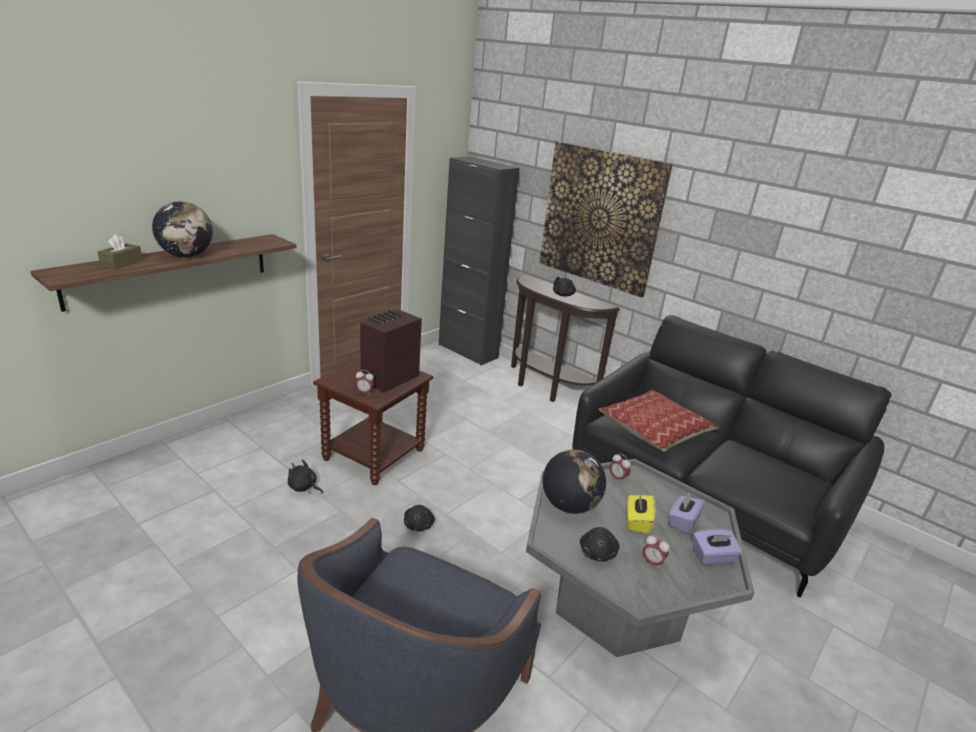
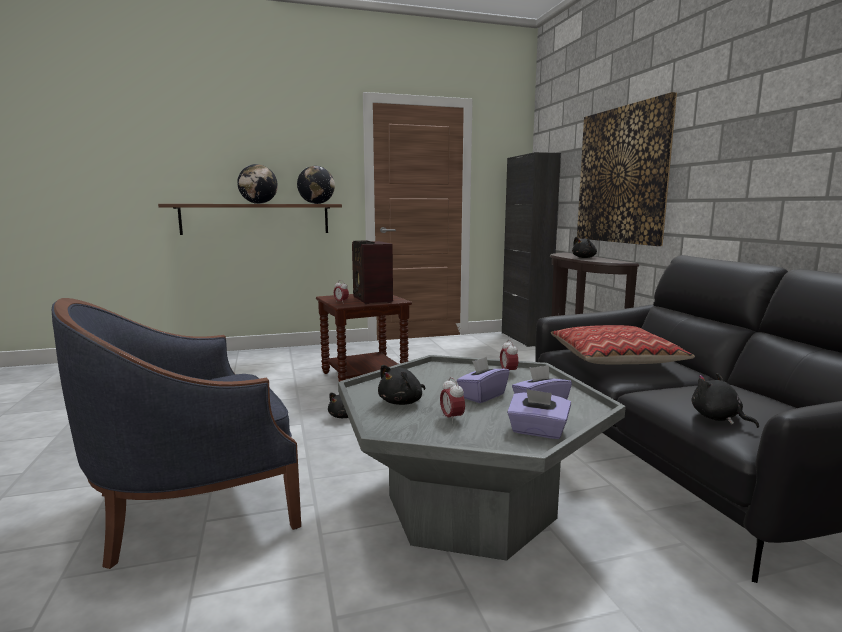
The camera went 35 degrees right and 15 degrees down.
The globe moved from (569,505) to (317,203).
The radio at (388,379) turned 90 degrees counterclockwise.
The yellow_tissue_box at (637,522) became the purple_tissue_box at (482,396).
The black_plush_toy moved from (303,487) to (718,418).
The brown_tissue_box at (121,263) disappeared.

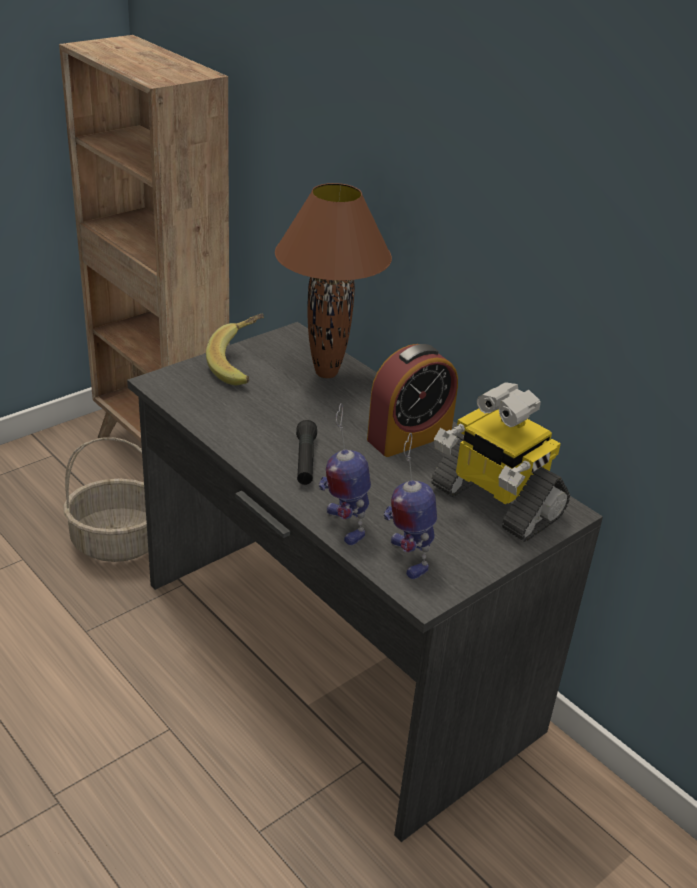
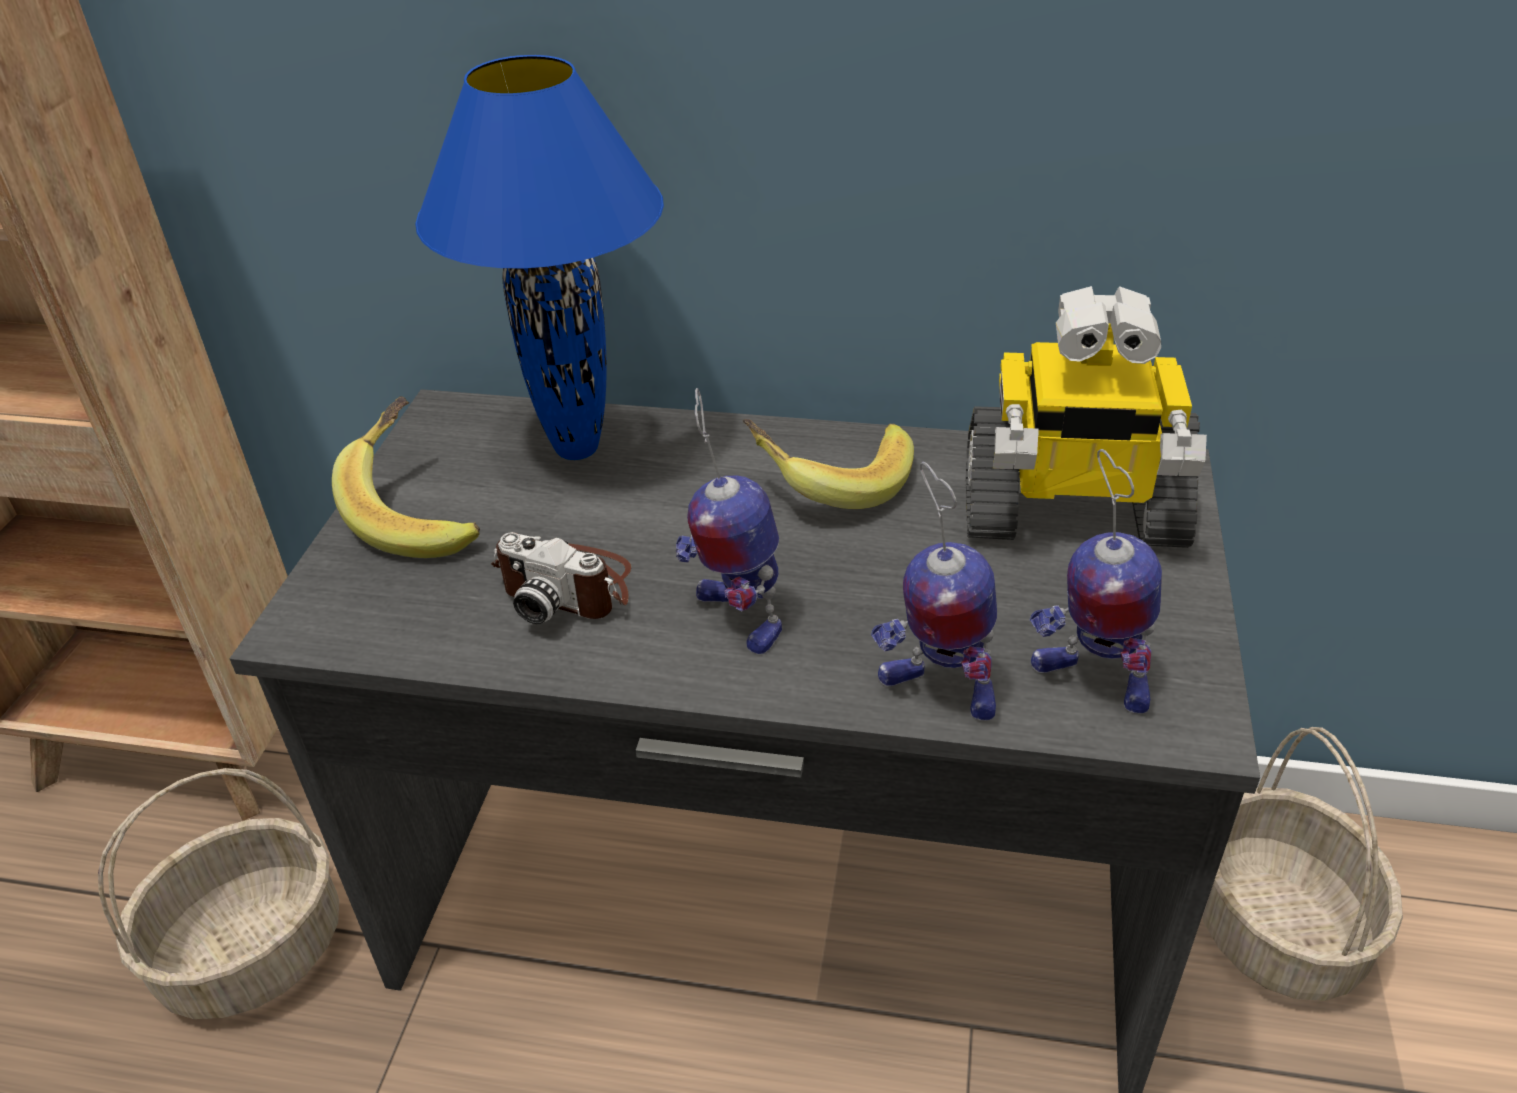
The camera went 35 degrees left and 5 degrees up.
The brown_table_lamp at (326,372) became the blue_table_lamp at (575,448).
The photo_camera at (568,586) appeared.
The black_flashlight at (305,461) was replaced by the toy_robot at (736,617).
The alarm_clock at (409,437) was replaced by the banana at (830,481).
The basket at (1279,930) appeared.

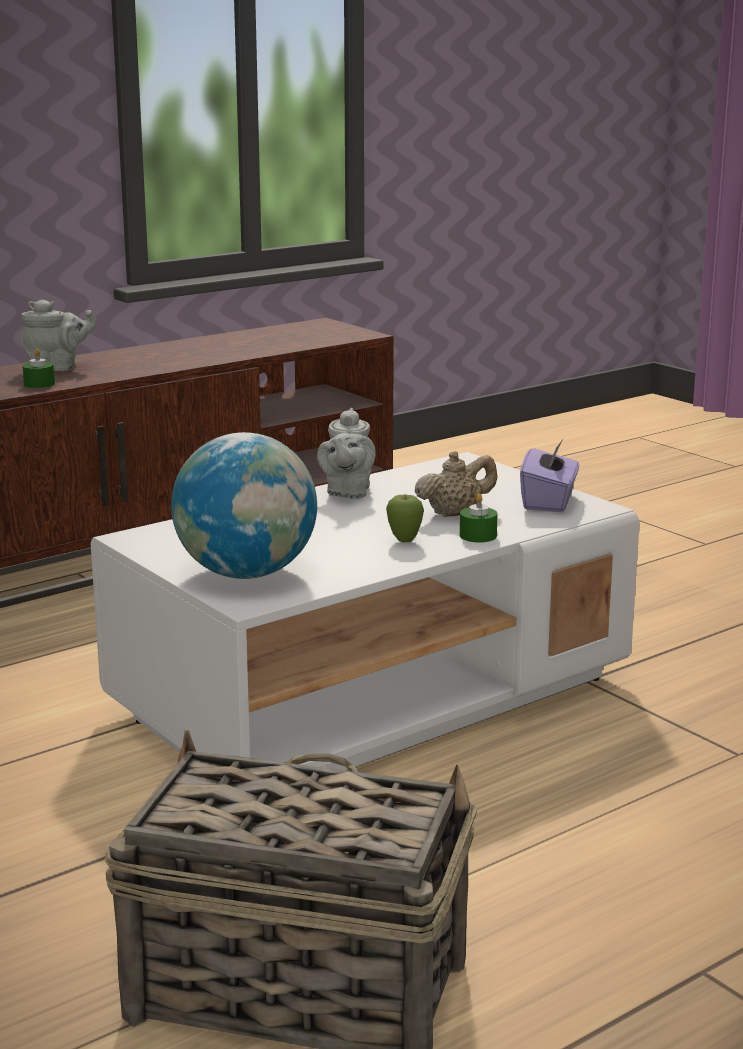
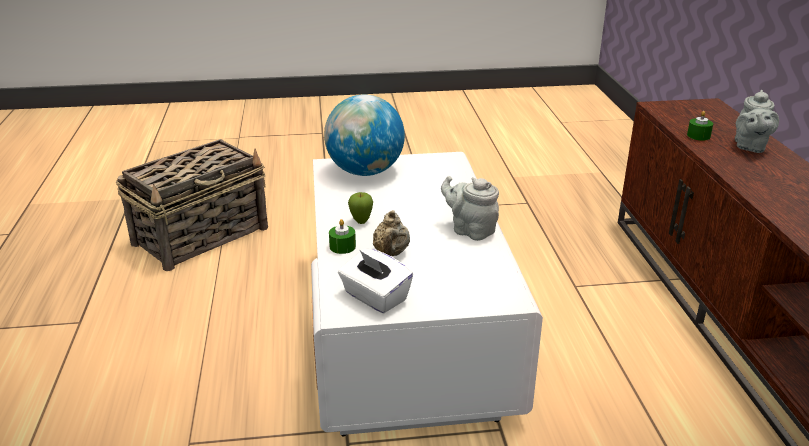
The camera went 120 degrees right and 10 degrees up.
The purple_tissue_box at (549,502) became the white_tissue_box at (375,297).

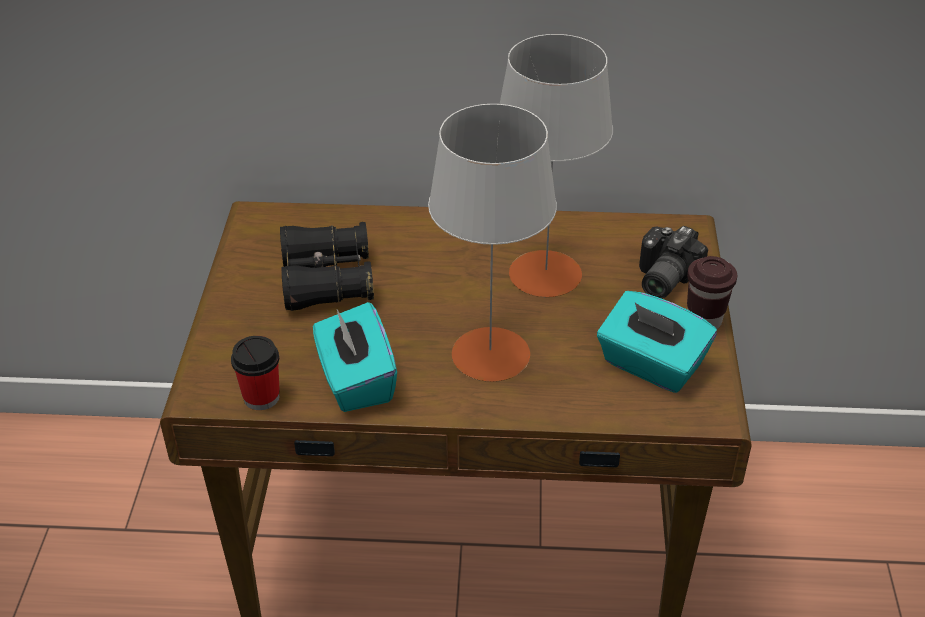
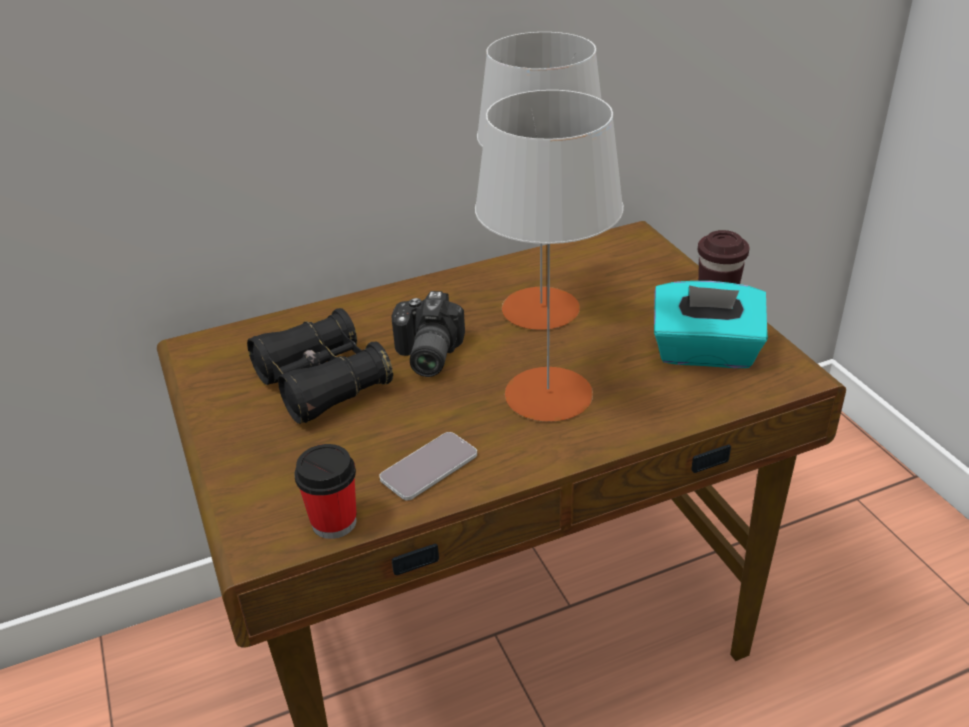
The camera went 25 degrees left and 5 degrees down.
The turquoise_tissue_box at (356,380) was replaced by the phone at (429,467).
The photo_camera moved from (661,278) to (425,355).

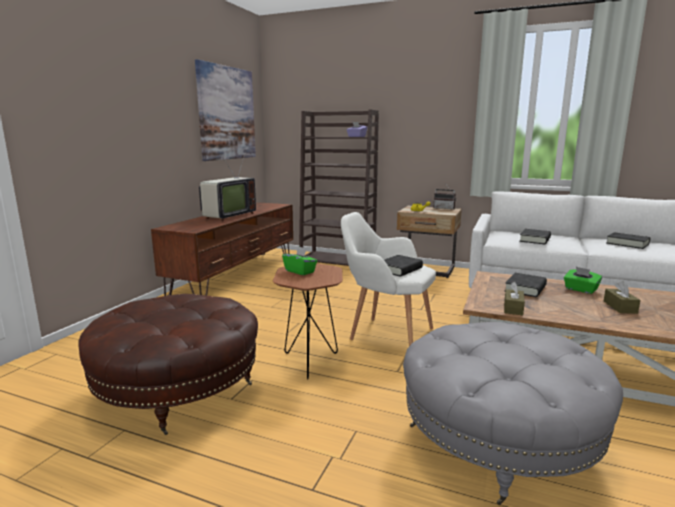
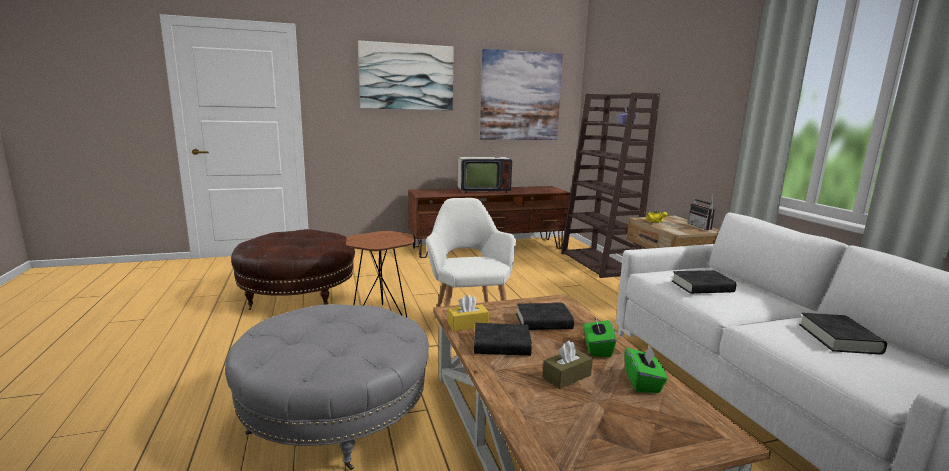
The camera went 50 degrees right and 0 degrees up.
The picture at (407,77) appeared.
The brown_tissue_box at (513,308) became the yellow_tissue_box at (468,324).
The black_book moved from (399,269) to (501,345).
The green_tissue_box moved from (300,271) to (643,382).

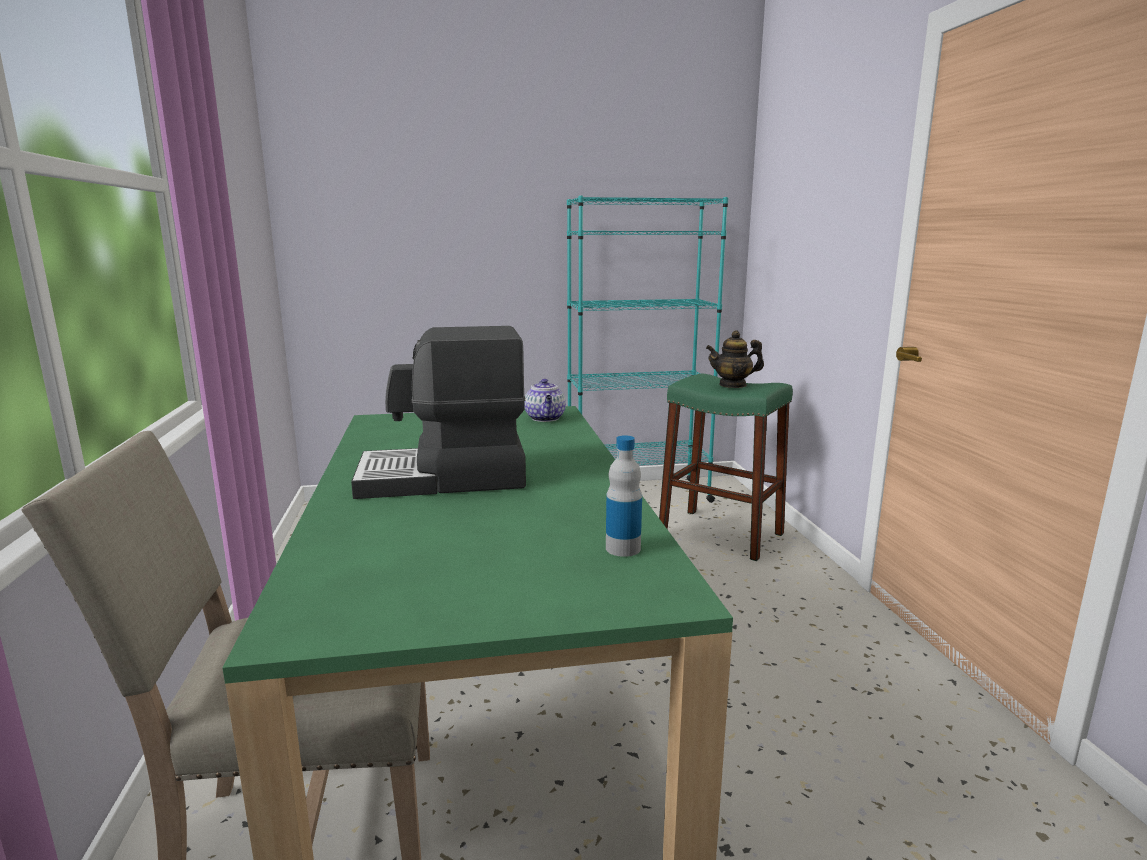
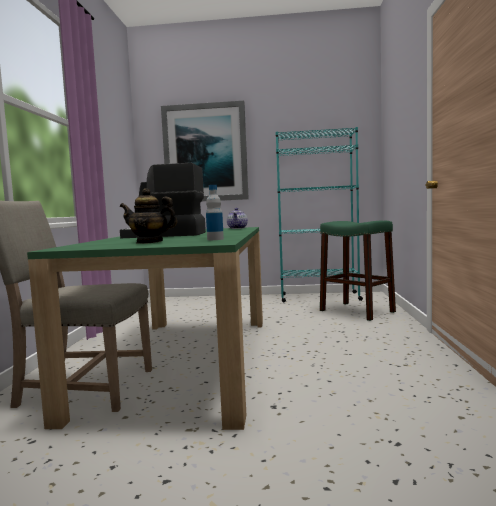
The camera went 15 degrees right and 10 degrees down.
The teapot moved from (733,385) to (149,242).
The picture at (205,153) appeared.

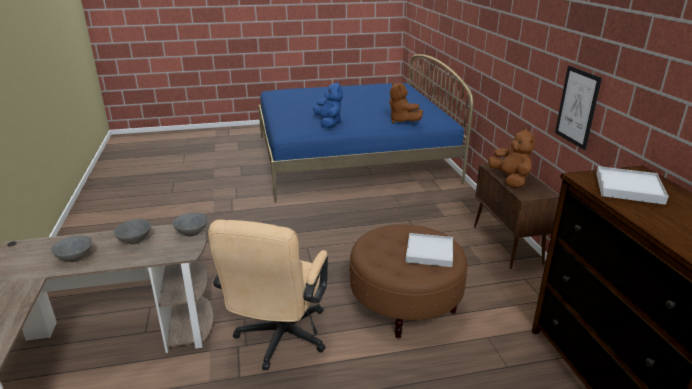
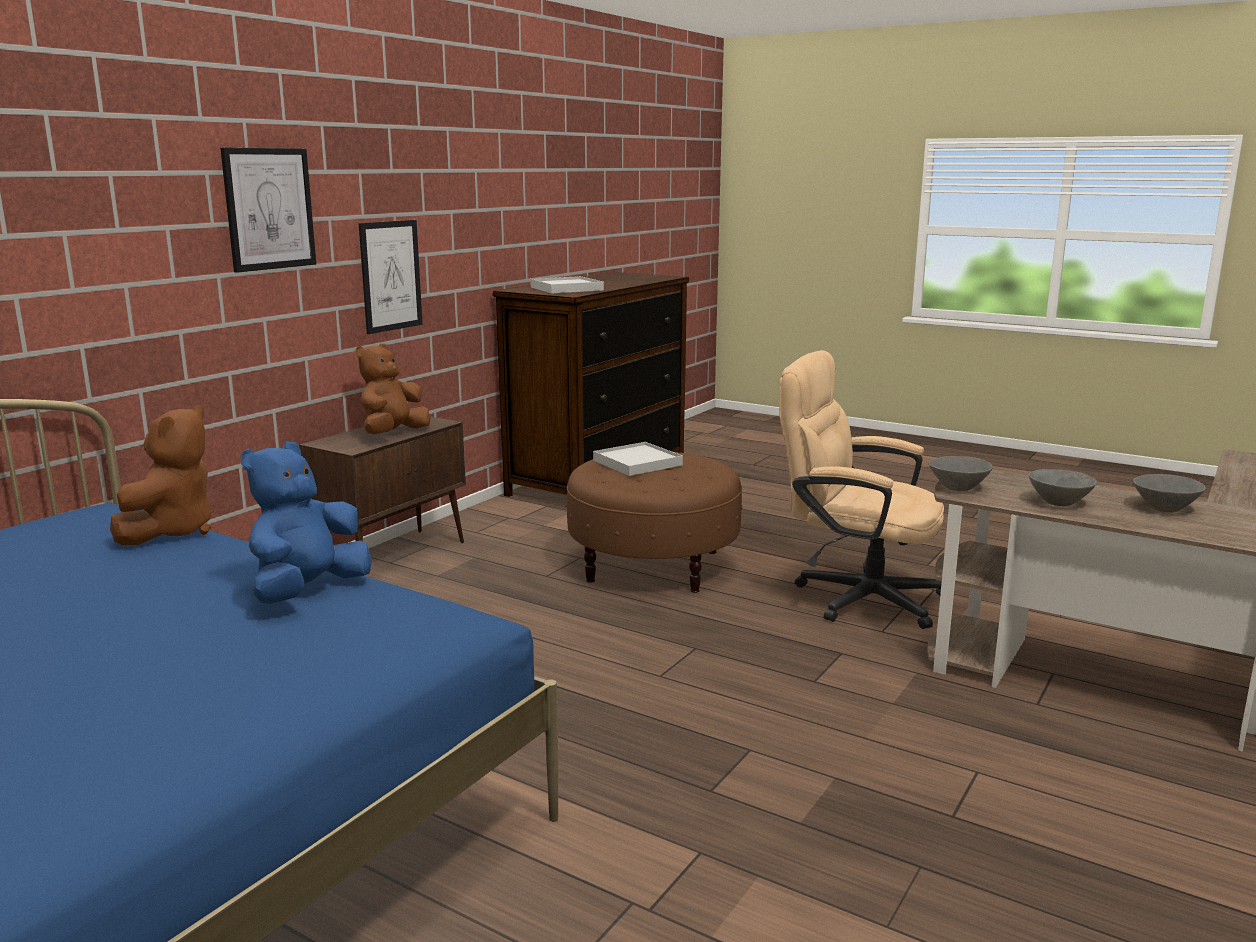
The camera went 135 degrees left and 10 degrees down.
The picture at (269,209) appeared.
The beige_office_chair at (279,341) turned 120 degrees counterclockwise.

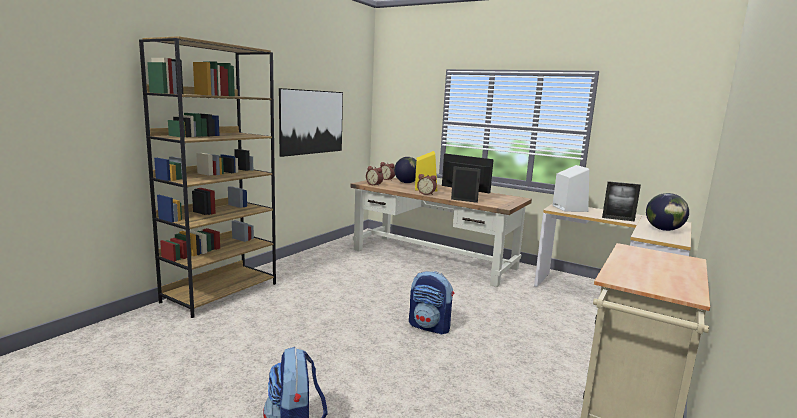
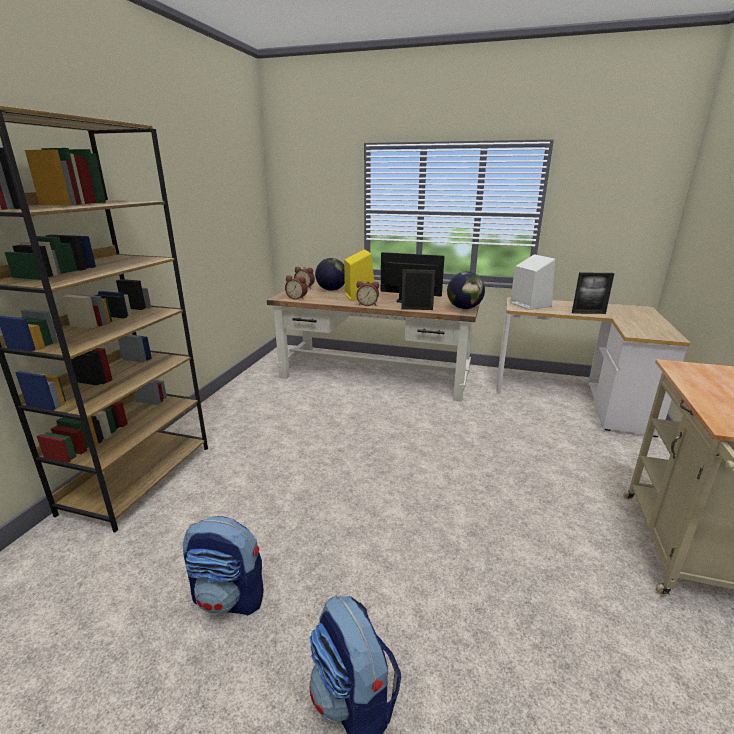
The camera went 15 degrees left and 10 degrees up.
The backpack moved from (430,327) to (230,598).
The globe moved from (664,230) to (464,308).
The picture at (312,122) disappeared.

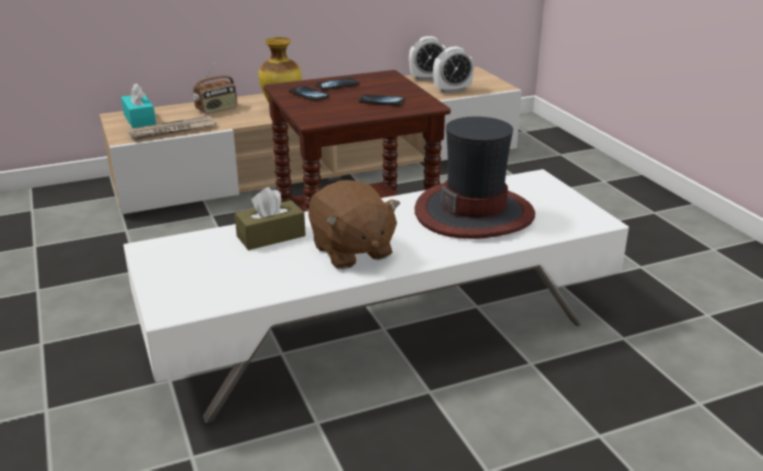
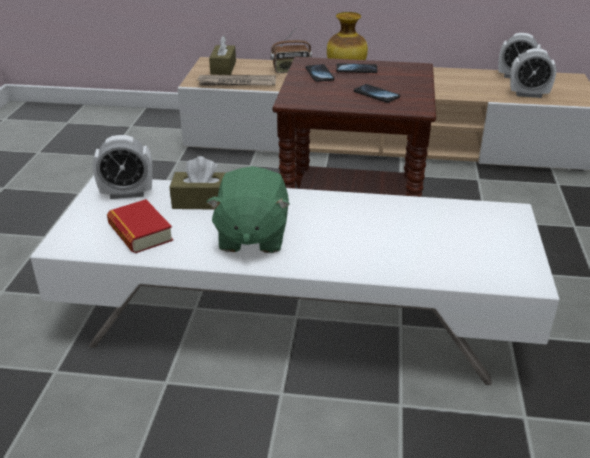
The camera went 30 degrees right and 5 degrees up.
The alarm_clock at (127,193) appeared.
The book at (140,232) appeared.
The brown_plush_toy at (351,251) became the green_plush_toy at (251,236).
The turquoise_tissue_box at (139,119) became the brown_tissue_box at (223,68).
The hat at (474,213) disappeared.

